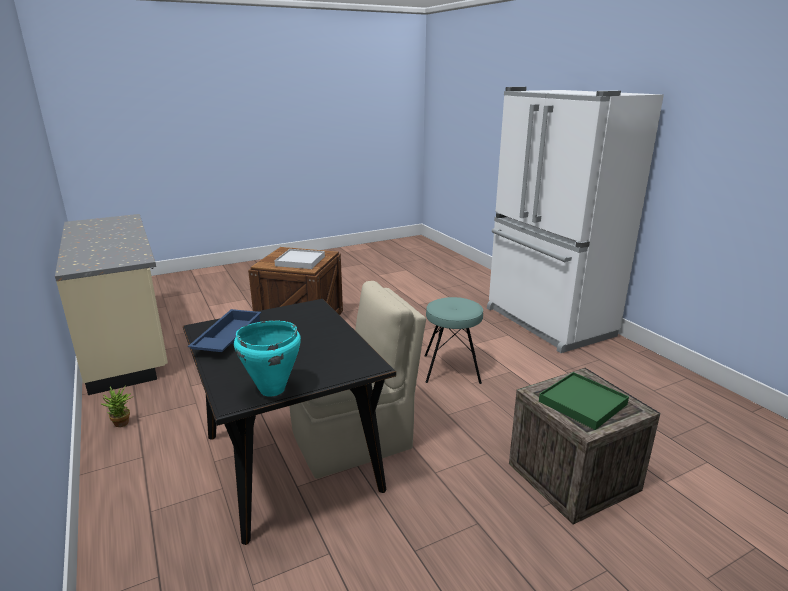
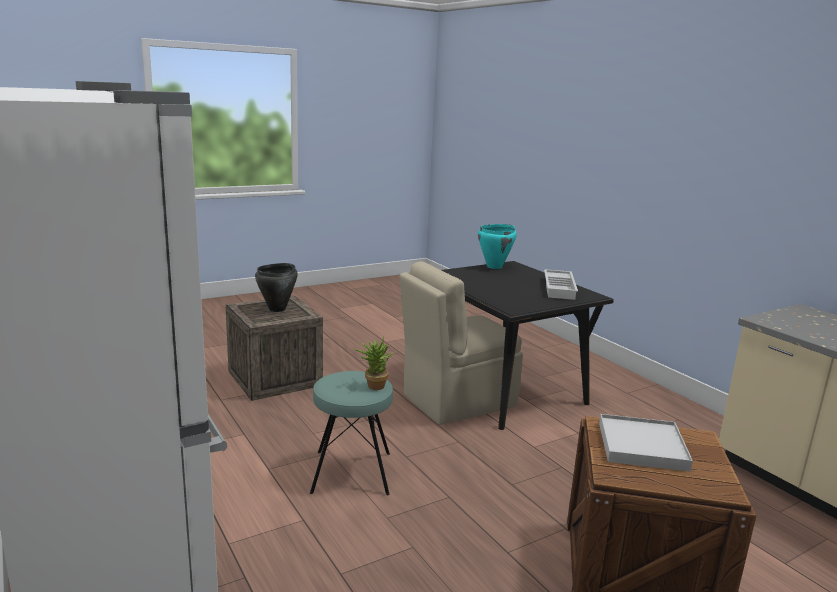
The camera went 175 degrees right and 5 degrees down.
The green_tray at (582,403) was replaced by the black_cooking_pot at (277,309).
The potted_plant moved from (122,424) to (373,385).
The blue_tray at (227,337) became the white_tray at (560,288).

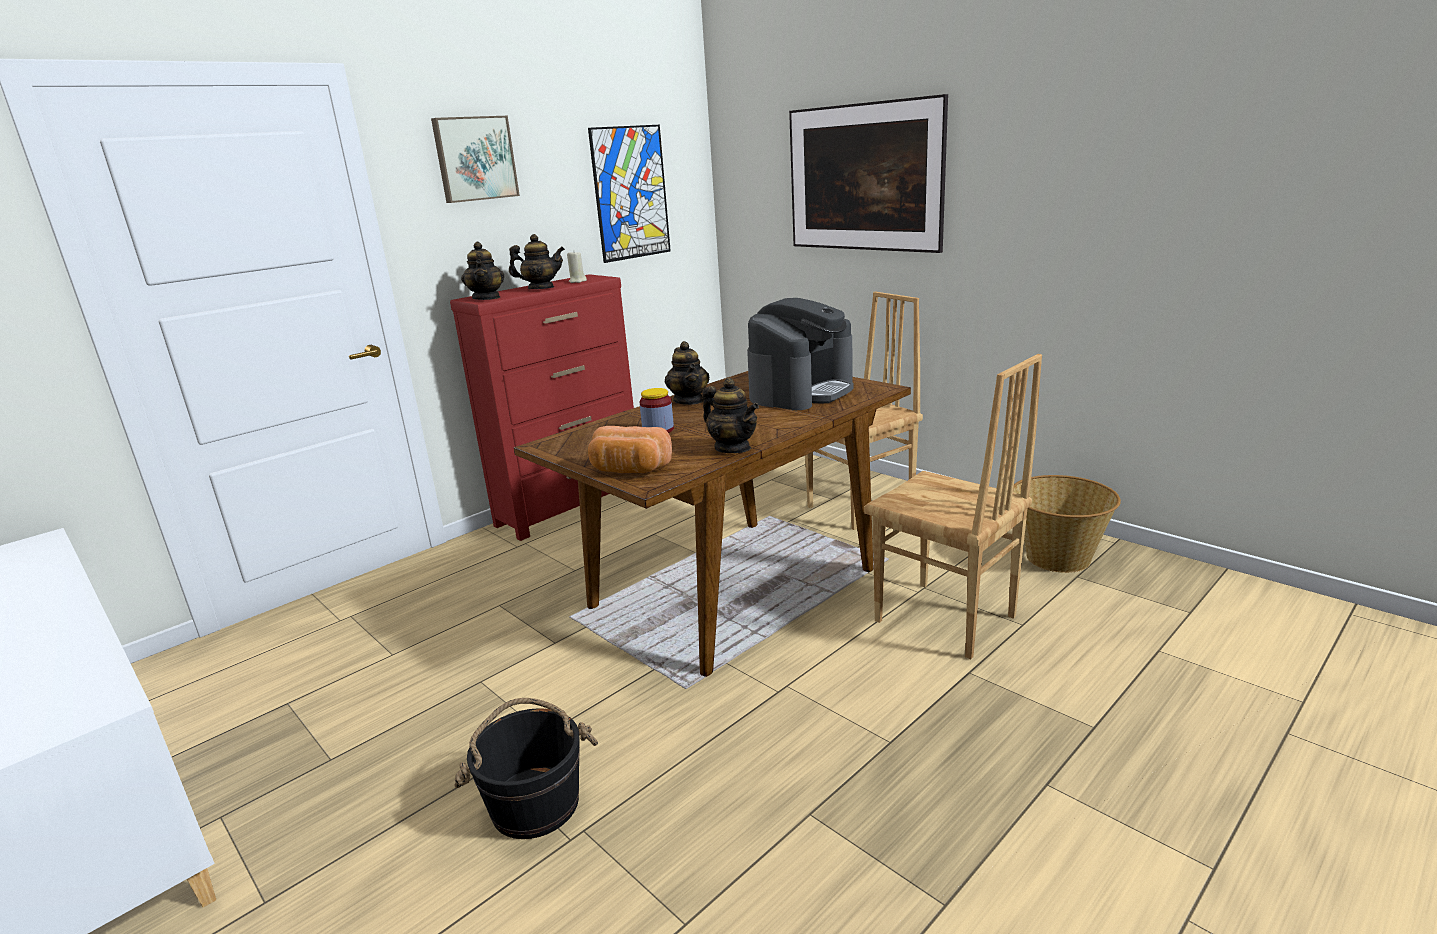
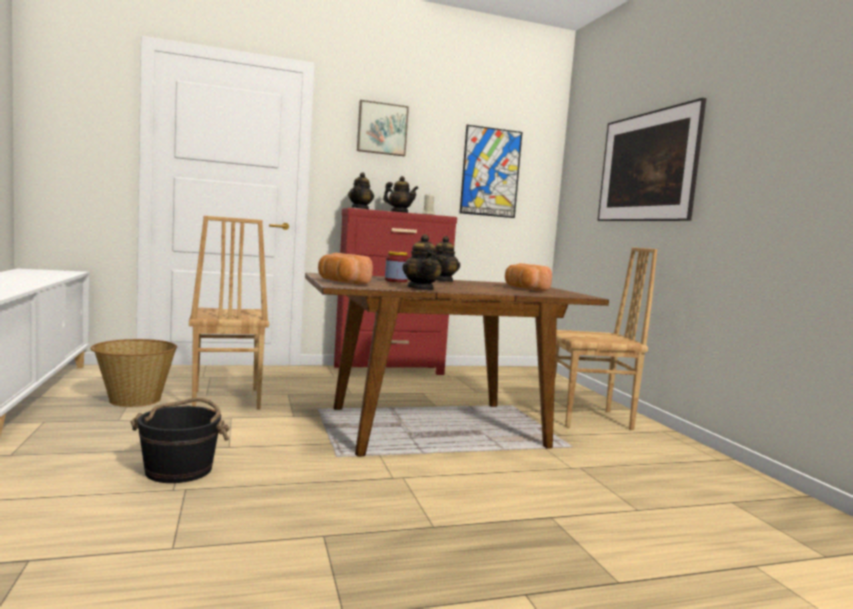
The camera went 25 degrees right and 15 degrees down.
The basket moved from (1057,558) to (134,400).
The brown_chair moved from (944,620) to (224,400).
The coffee_machine at (802,391) was replaced by the bread at (524,289).

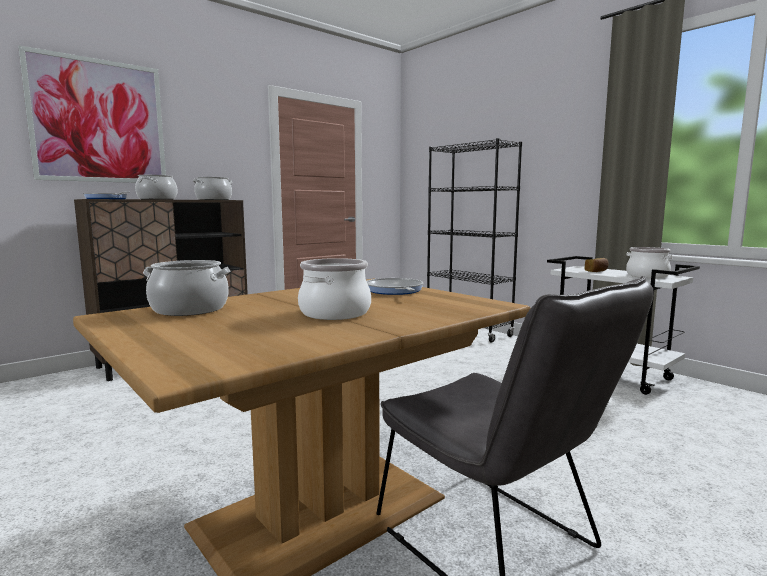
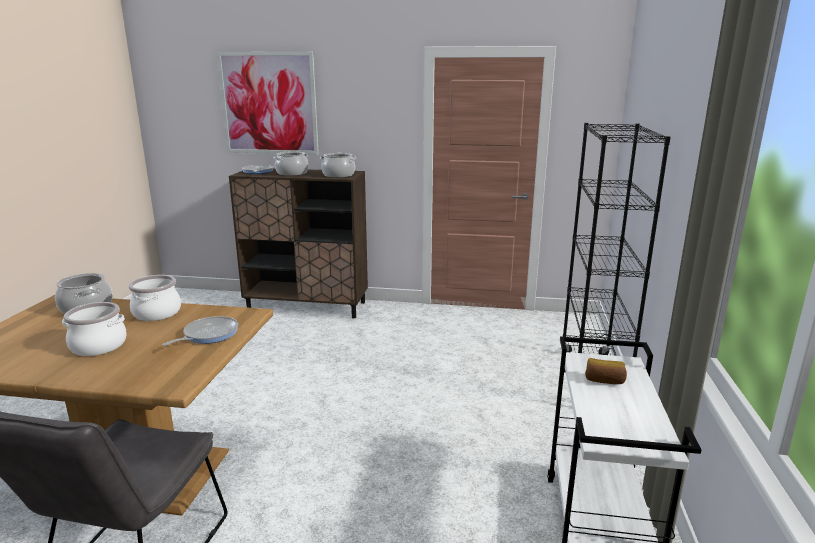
The camera went 50 degrees right and 10 degrees up.
The cooking_pot moved from (647,276) to (156,313).

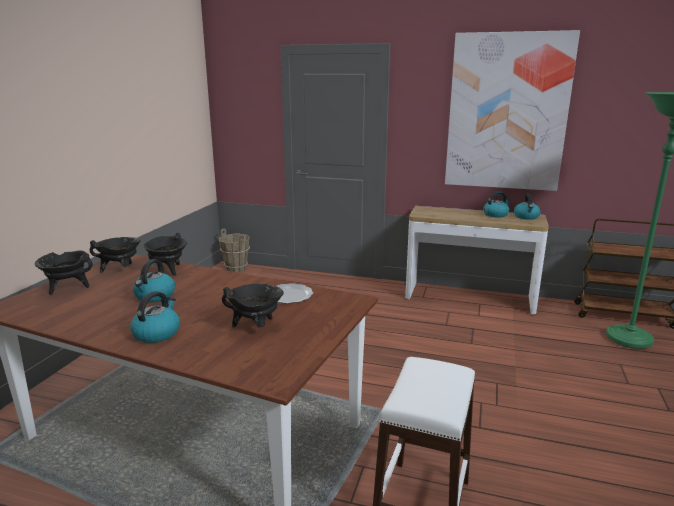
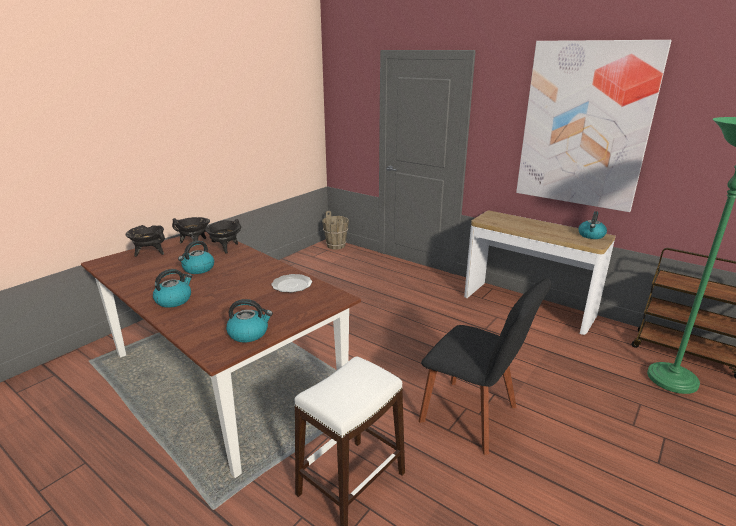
The camera went 20 degrees right and 5 degrees up.
The kettle moved from (496,214) to (249,333).
The black_chair at (473,416) appeared.
The black_cooking_pot at (256,327) disappeared.

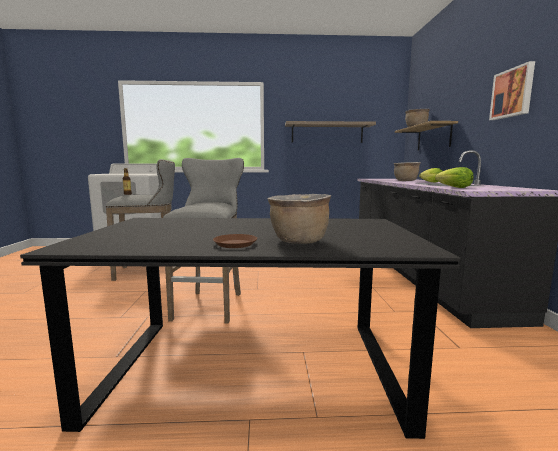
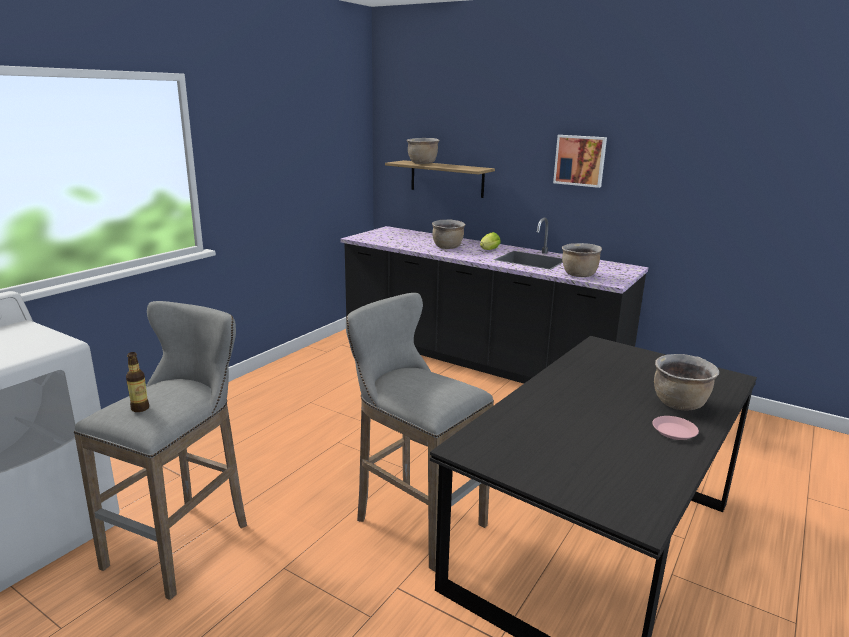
The camera went 55 degrees left and 10 degrees up.
The lettuce at (454,187) was replaced by the brown_cooking_pot at (579,275).
The brown_plate at (235,244) became the pink_plate at (674,431).
The shelf at (327,133) disappeared.

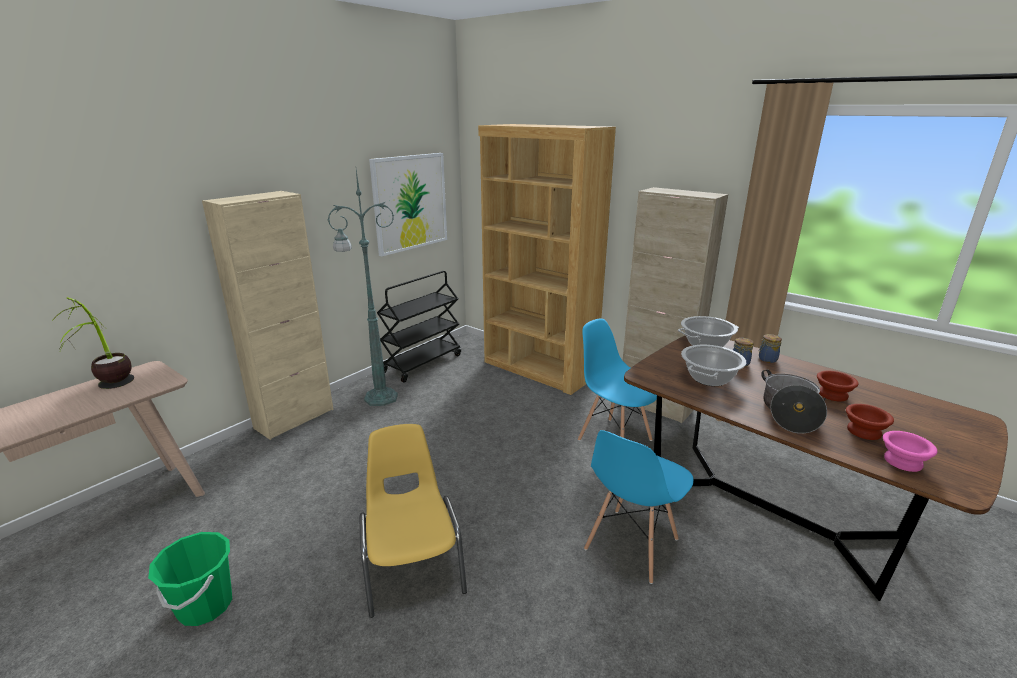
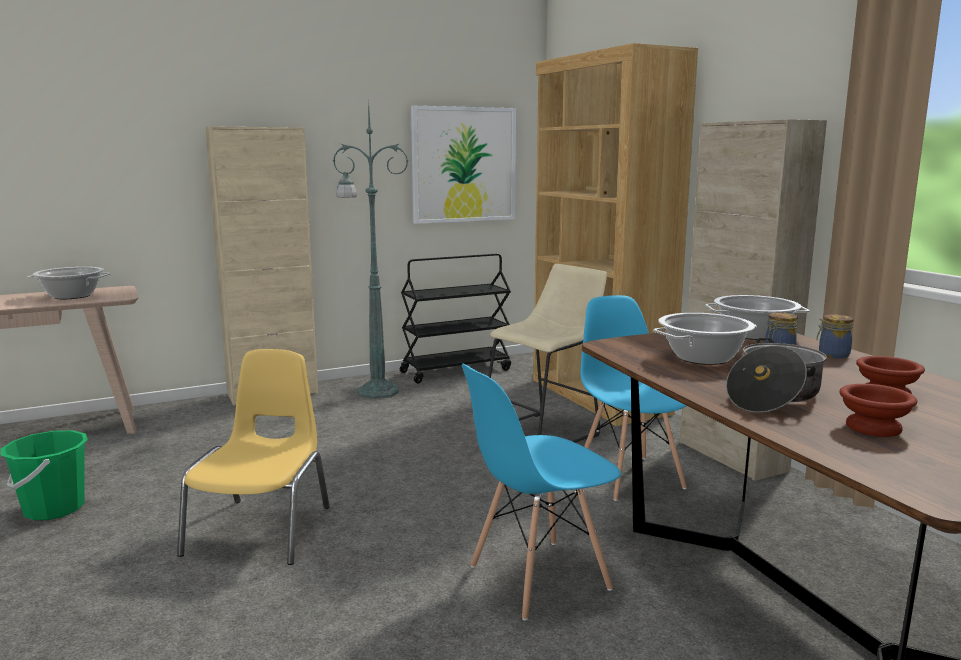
The camera went 25 degrees right and 10 degrees down.
The potted_plant at (112,390) was replaced by the cooking_pot at (72,296).
The beige_stool at (545,433) appeared.
The pink_bowl at (904,462) disappeared.

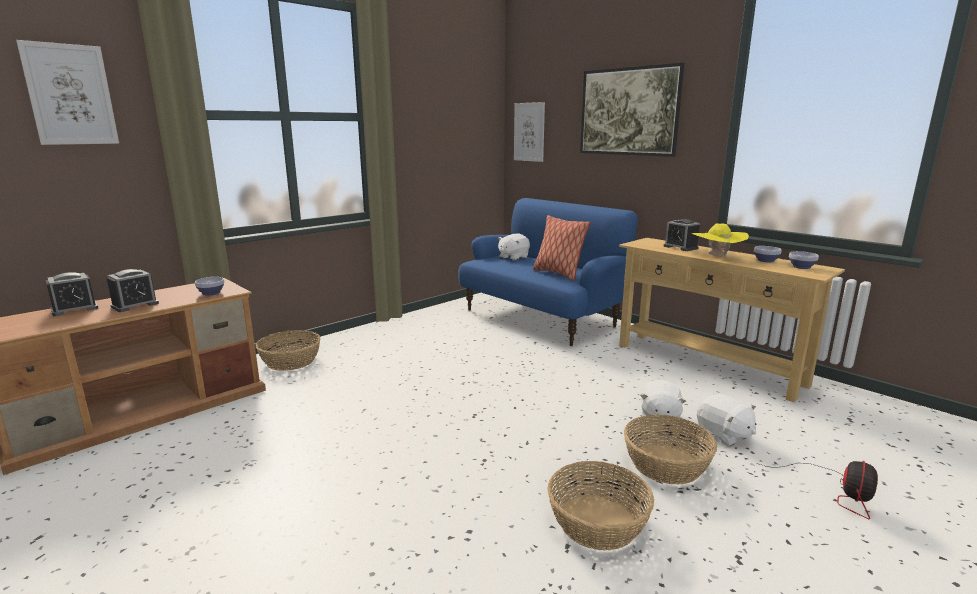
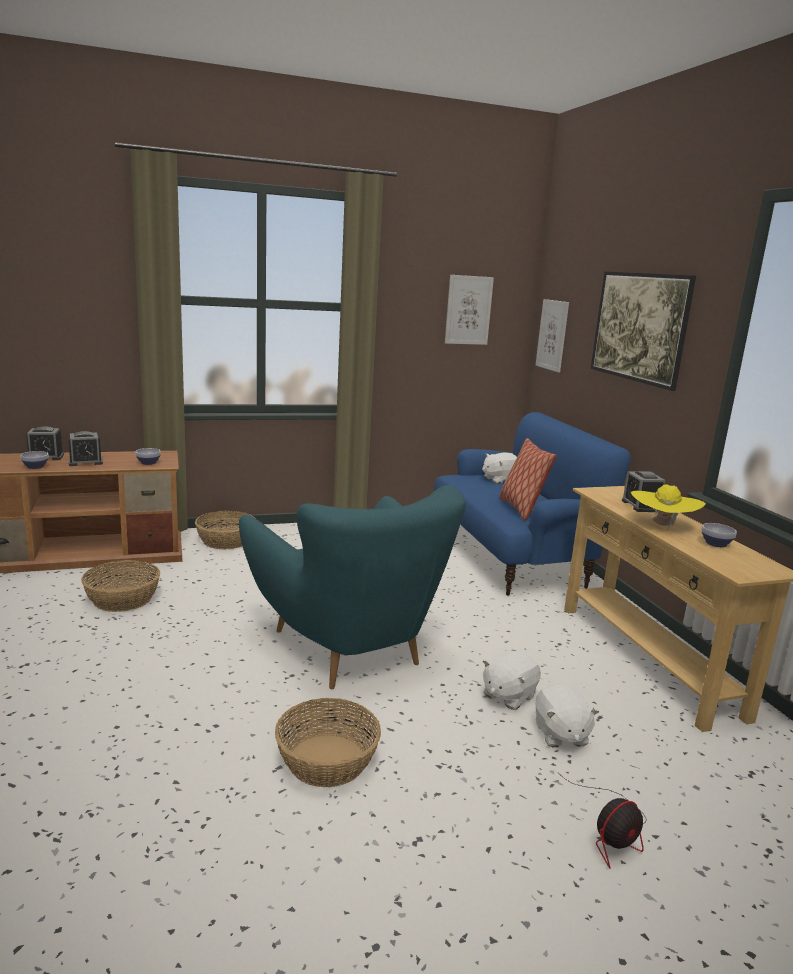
The camera went 25 degrees right and 0 degrees up.
The bowl moved from (802,267) to (35,467).
The basket moved from (666,464) to (123,599).
The turquoise_armchair at (349,649) appeared.
The picture moved from (70,95) to (468,310).

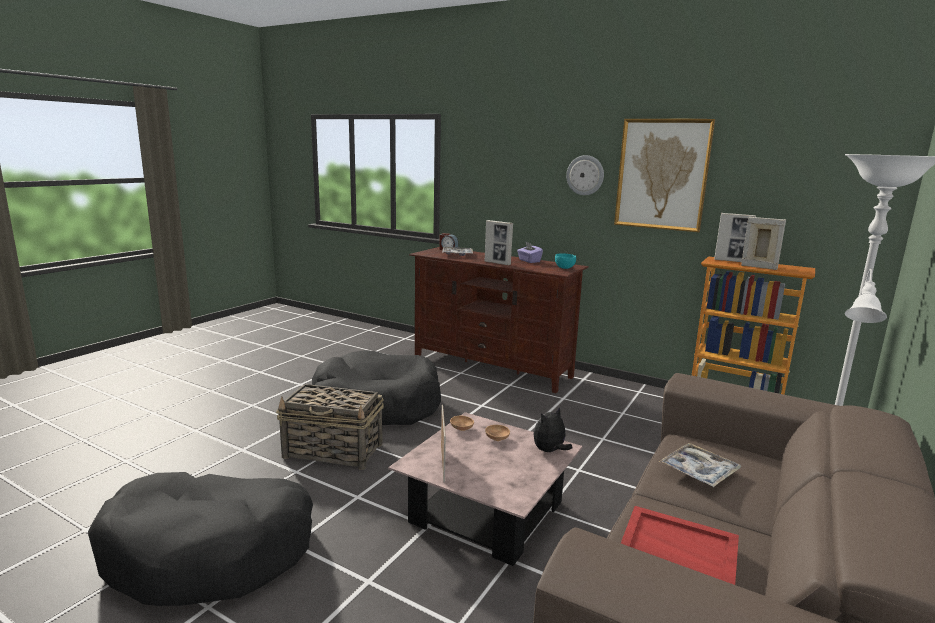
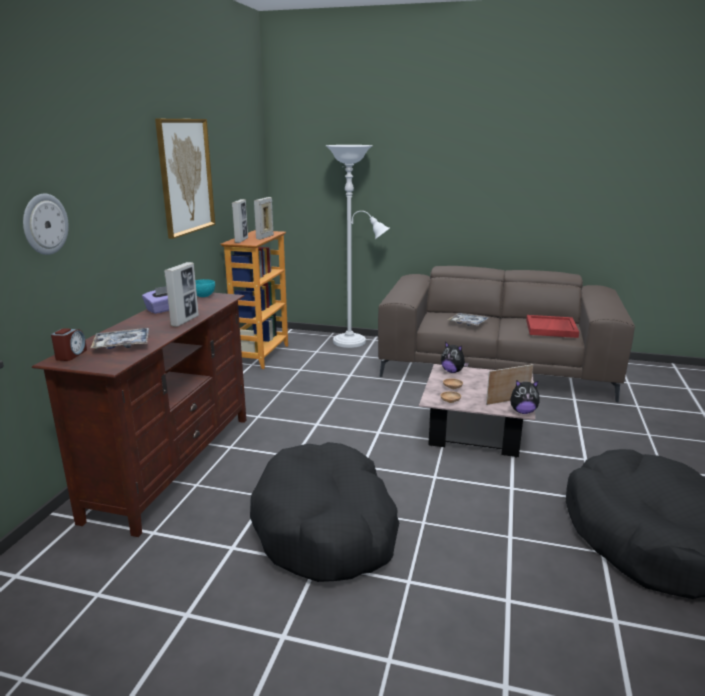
The camera went 105 degrees left and 5 degrees up.
The wall_clock moved from (585,175) to (44,224).
The plush_toy at (523,412) appeared.
The basket at (334,451) disappeared.

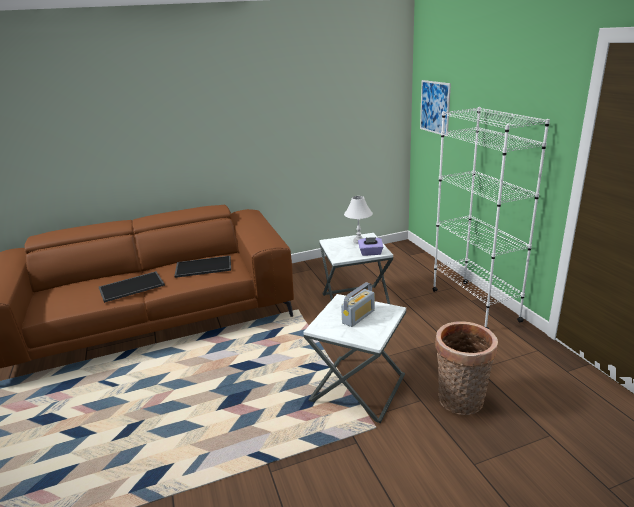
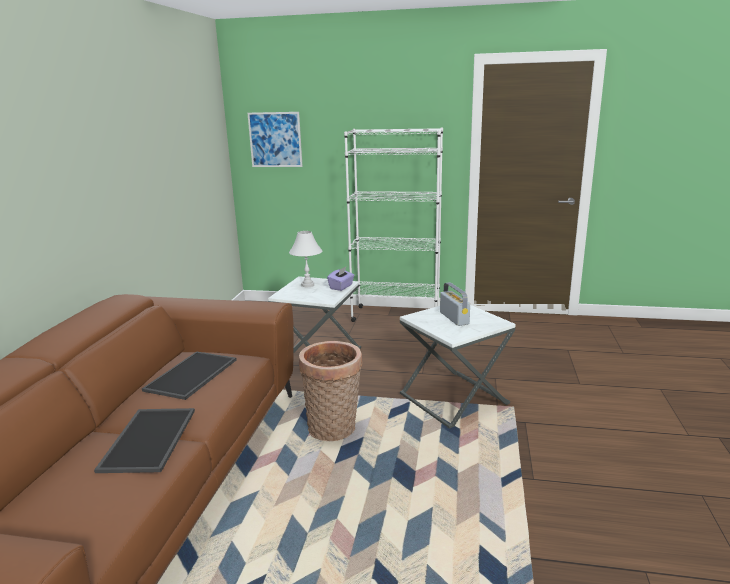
The camera went 60 degrees left and 5 degrees down.
The basket moved from (460,402) to (334,430).

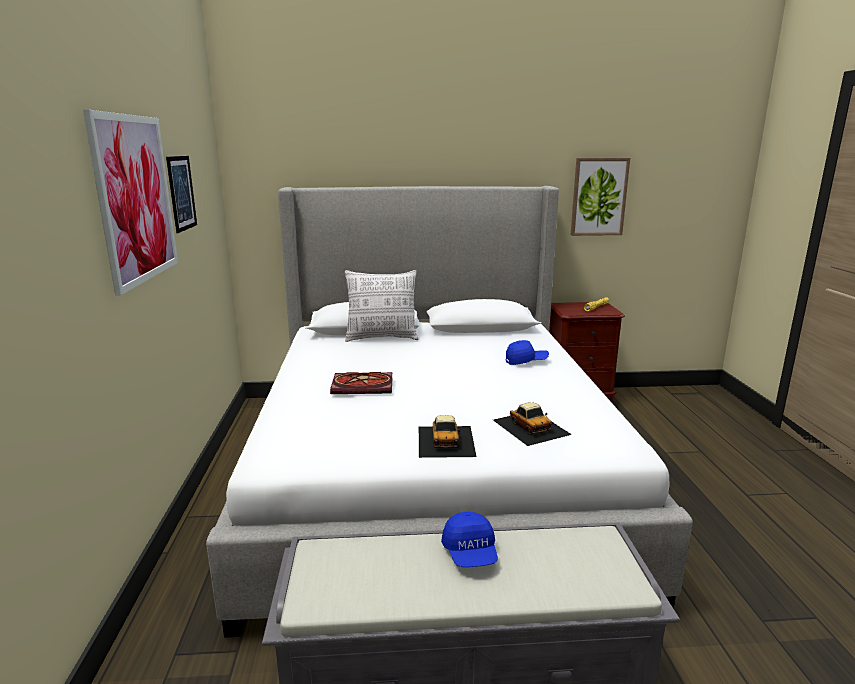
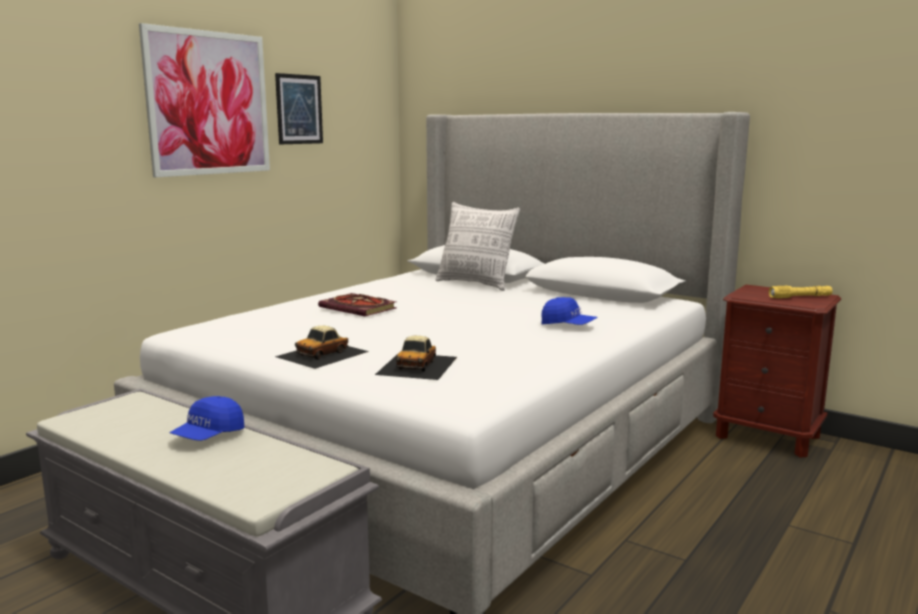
The camera went 40 degrees right and 5 degrees down.
The picture at (599,197) disappeared.

